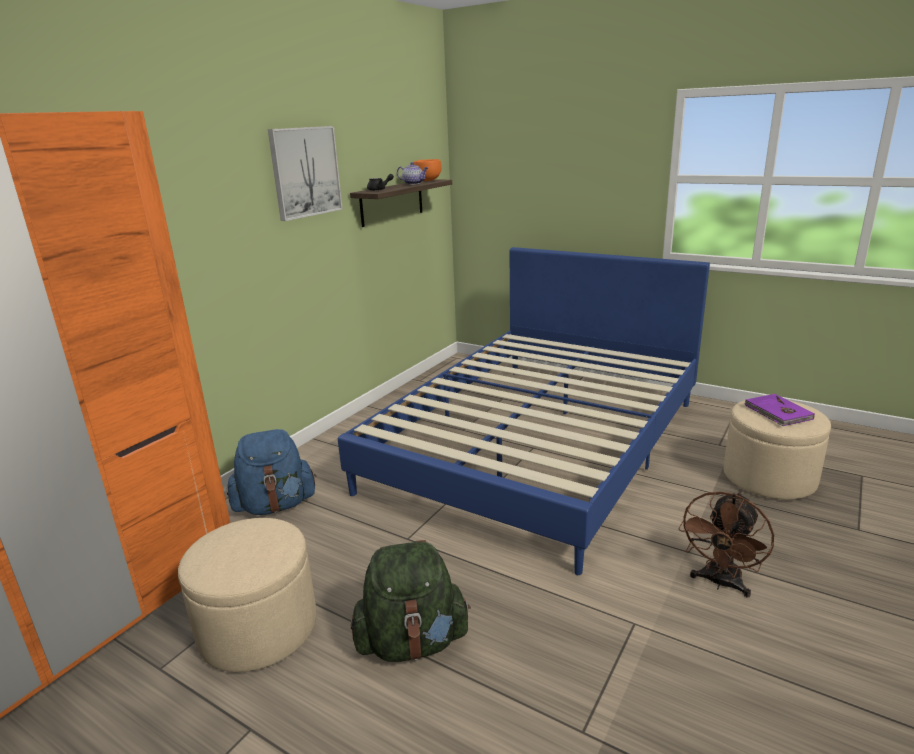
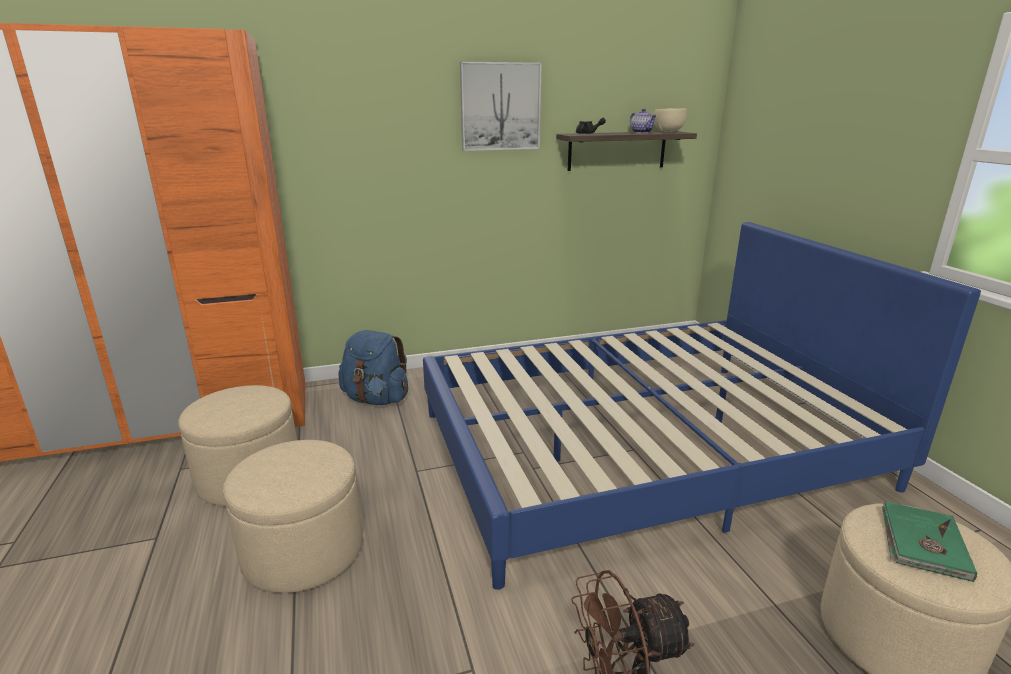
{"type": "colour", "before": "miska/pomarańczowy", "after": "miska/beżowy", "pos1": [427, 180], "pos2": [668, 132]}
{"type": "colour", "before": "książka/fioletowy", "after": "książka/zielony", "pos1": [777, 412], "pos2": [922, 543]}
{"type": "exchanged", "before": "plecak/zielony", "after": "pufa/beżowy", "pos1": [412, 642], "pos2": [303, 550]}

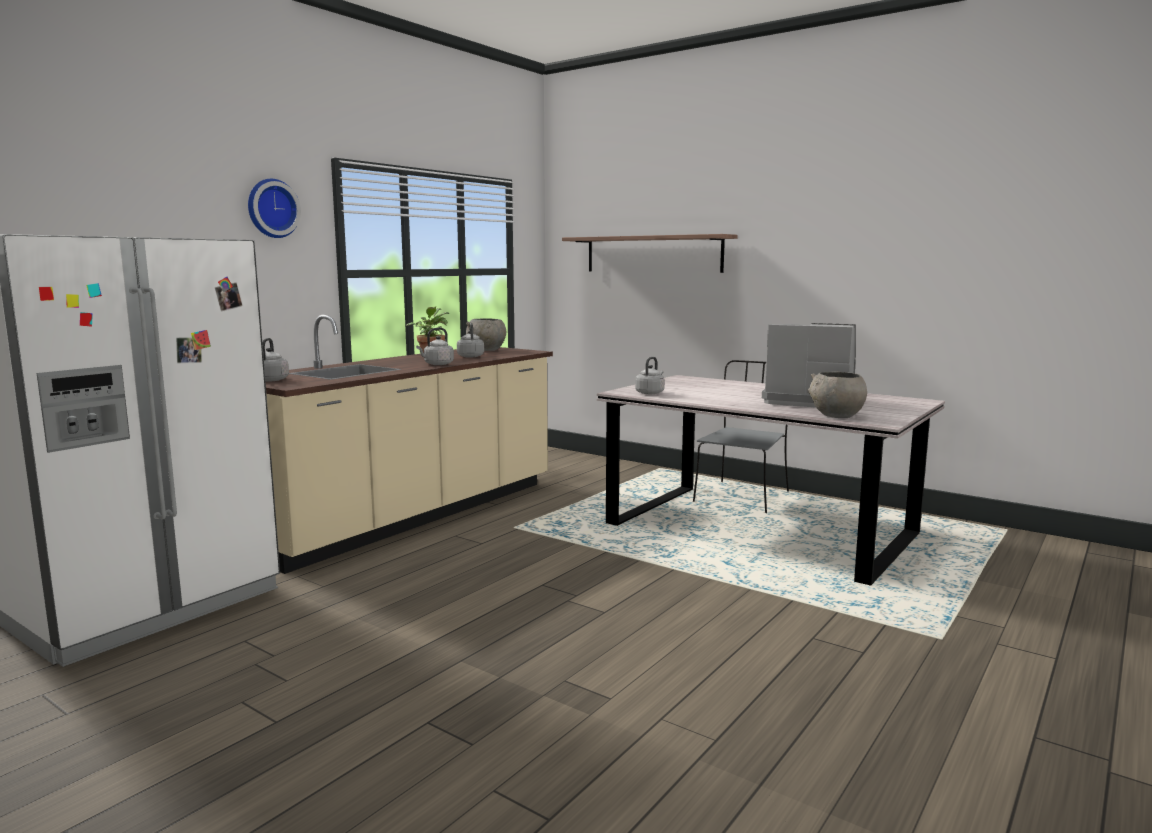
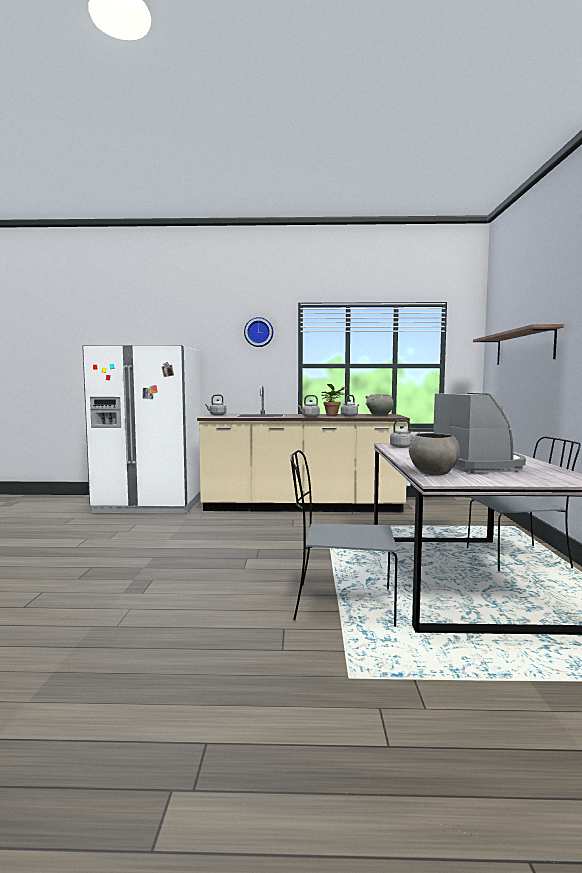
{"type": "appeared", "after": "krzesło/szary", "pos2": [341, 605]}

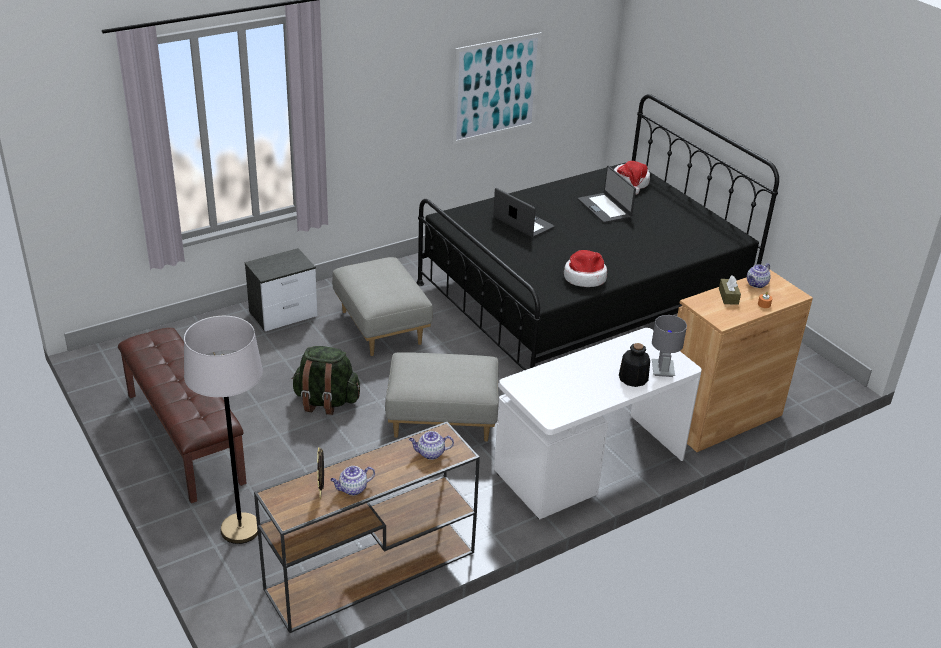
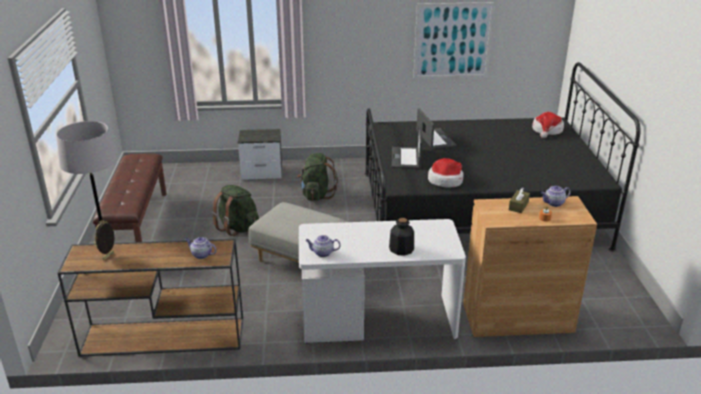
{"type": "relocated", "before": "laptop", "pos1": [605, 208], "pos2": [406, 158]}
{"type": "exchanged", "before": "pufa/szary", "after": "plecak/zielony", "pos1": [382, 328], "pos2": [316, 195]}
{"type": "missing", "before": "lampa stołowa/szary", "pos1": [662, 369]}
{"type": "relocated", "before": "imbryk", "pos1": [352, 489], "pos2": [322, 253]}

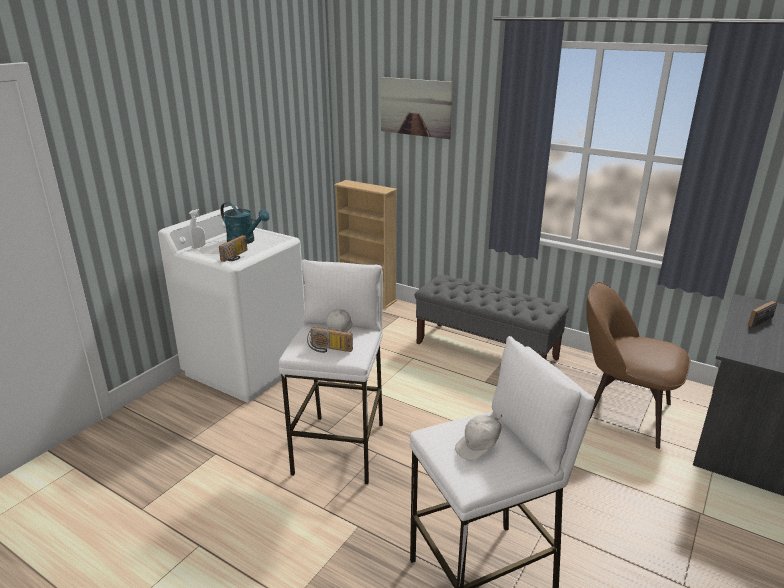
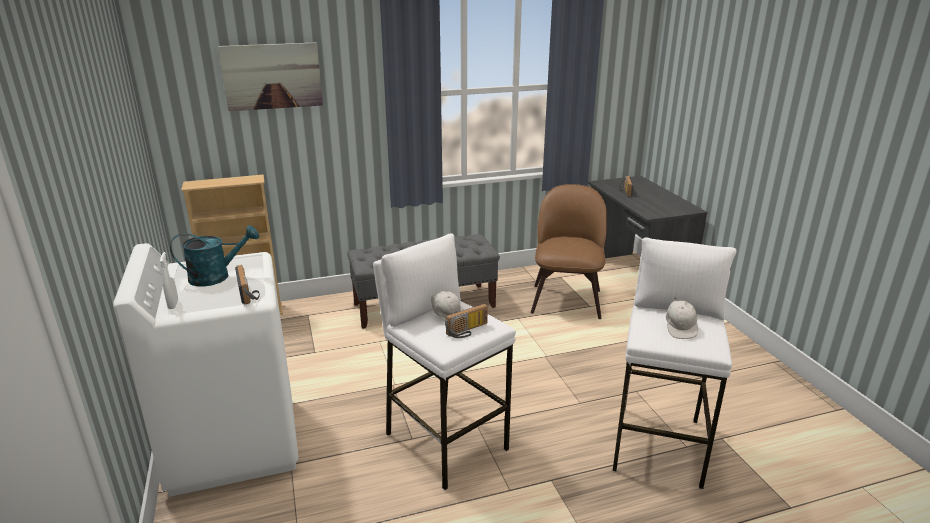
{"type": "spun", "before": "krzesło/brązowy", "pos1": [622, 412], "pos2": [566, 299], "turn": 120}

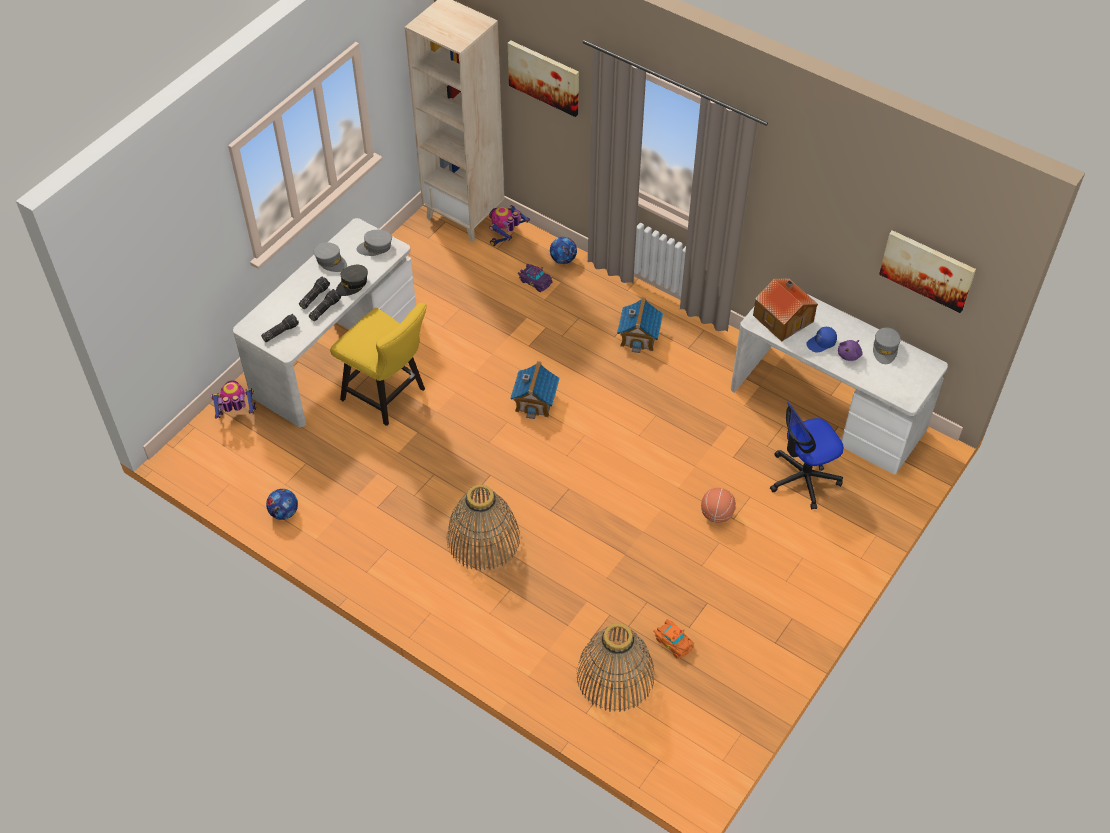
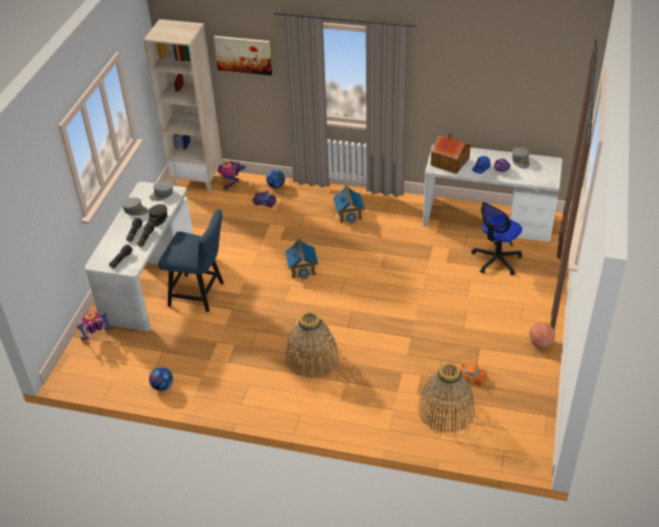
{"type": "missing", "before": "obraz", "pos1": [927, 270]}
{"type": "colour", "before": "krzesło/żółty", "after": "krzesło/niebieski", "pos1": [388, 396], "pos2": [200, 294]}
{"type": "relocated", "before": "piłka do koszykówki", "pos1": [716, 514], "pos2": [540, 343]}

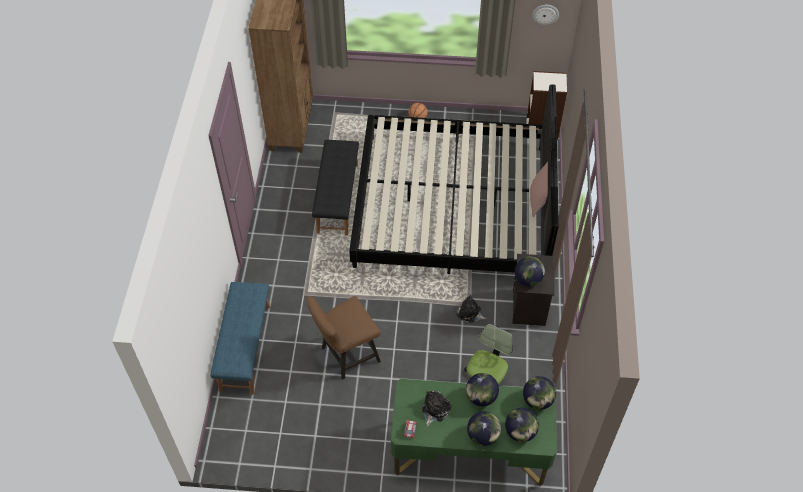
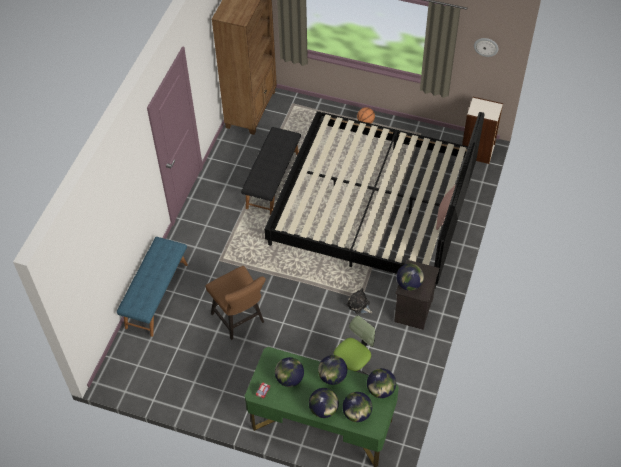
{"type": "spun", "before": "krzesło/brązowy", "pos1": [346, 356], "pos2": [240, 320], "turn": -105}
{"type": "exchanged", "before": "pluszak", "after": "globus", "pos1": [435, 409], "pos2": [289, 379]}

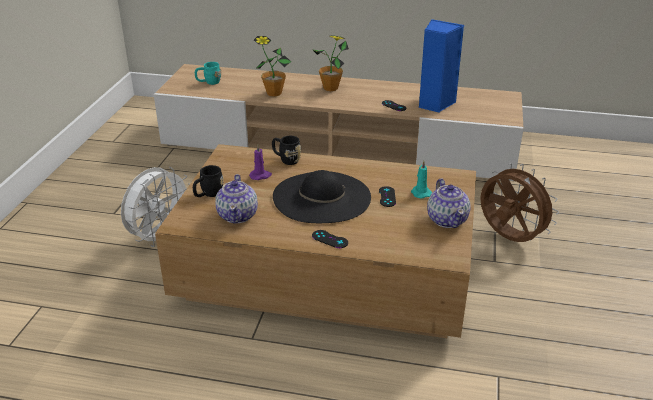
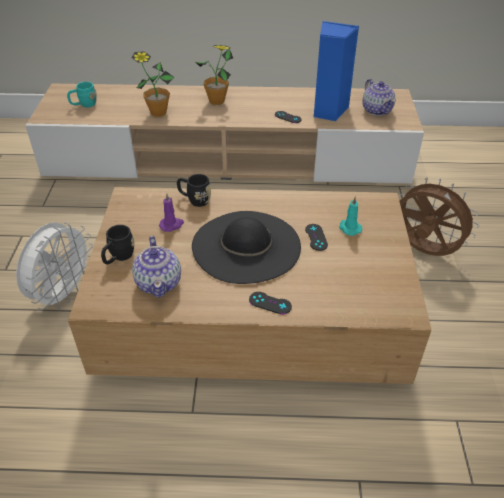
{"type": "relocated", "before": "imbryk", "pos1": [447, 219], "pos2": [377, 110]}

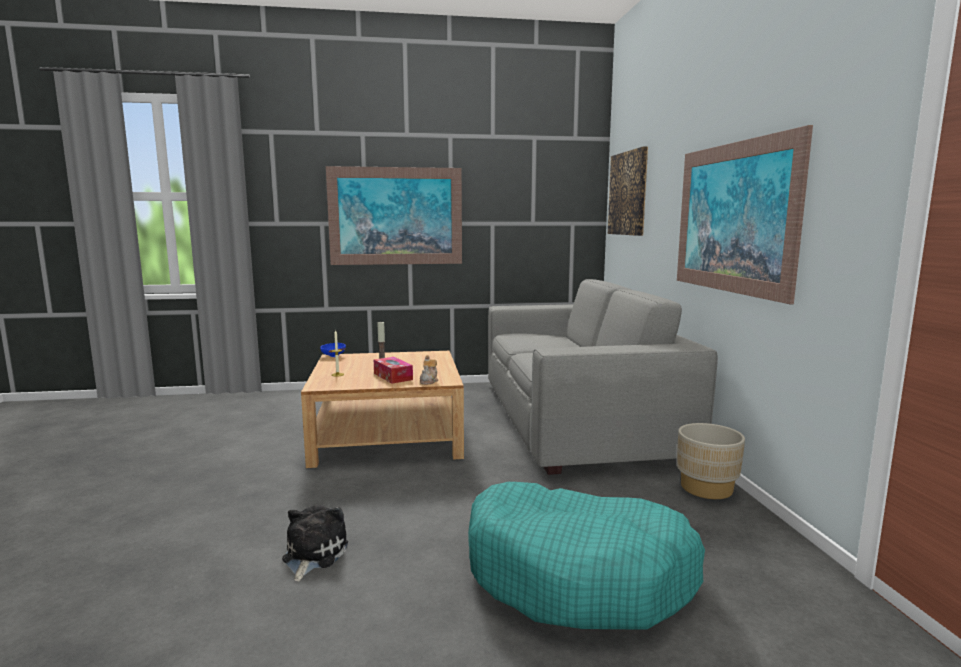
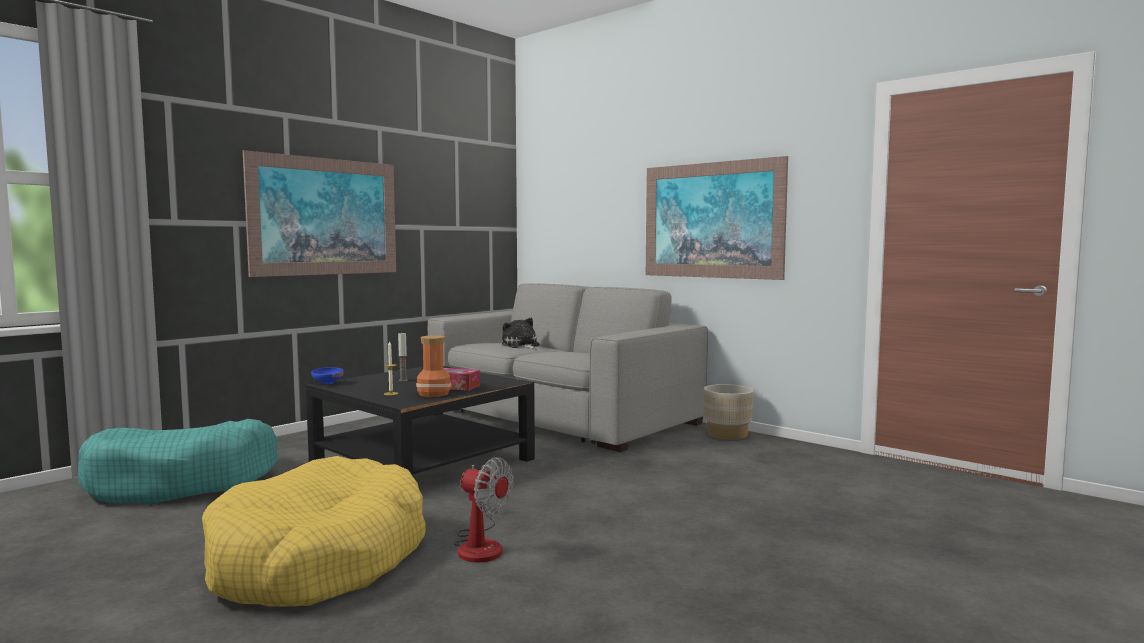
{"type": "missing", "before": "obraz", "pos1": [628, 193]}
{"type": "colour", "before": "ława/beżowy", "after": "ława/czarny", "pos1": [387, 435], "pos2": [422, 461]}
{"type": "missing", "before": "imbryk", "pos1": [429, 381]}
{"type": "relocated", "before": "legowisko/turkusowy", "pos1": [578, 575], "pos2": [183, 482]}
{"type": "relocated", "before": "pluszak", "pos1": [313, 554], "pos2": [521, 346]}
{"type": "appeared", "after": "wazon", "pos2": [433, 394]}
{"type": "appeared", "after": "legowisko/żółty", "pos2": [319, 559]}
{"type": "appeared", "after": "wentylator", "pos2": [480, 545]}

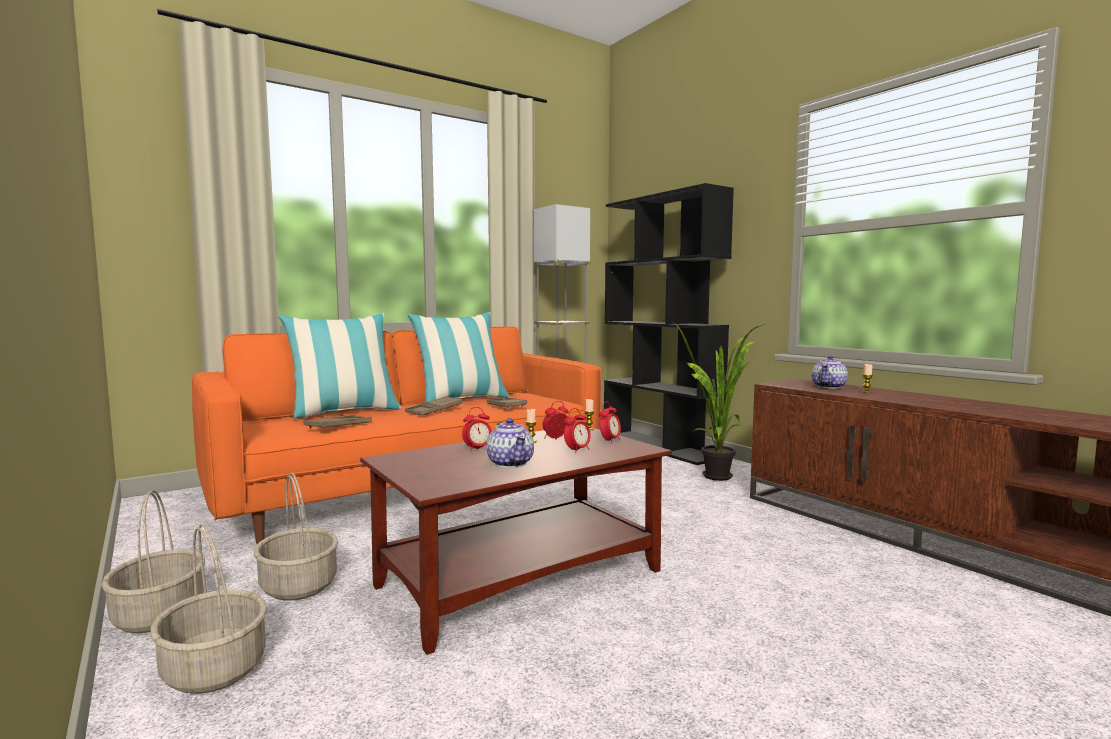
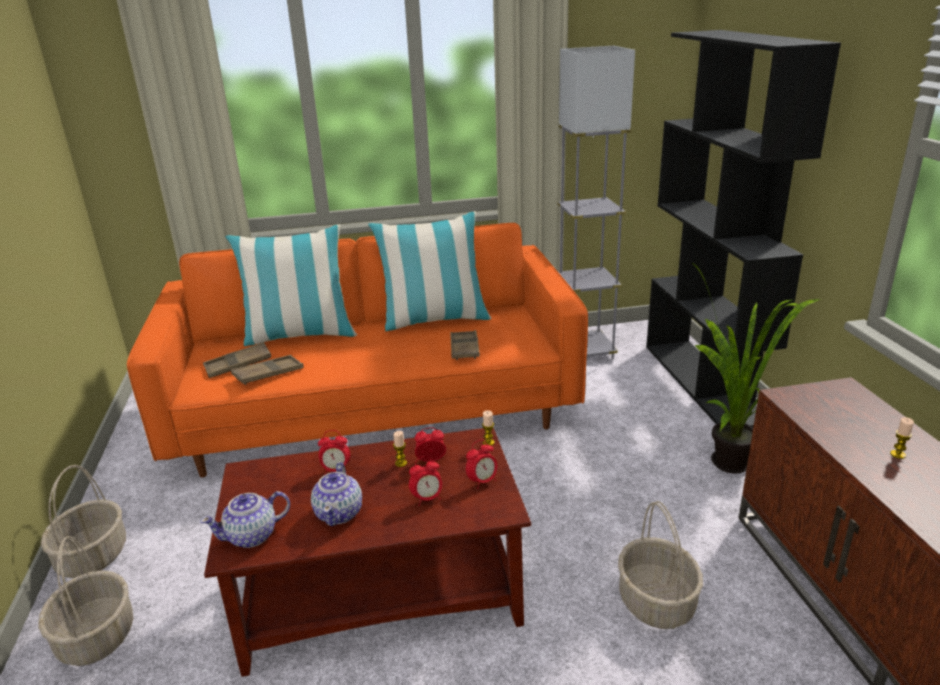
{"type": "relocated", "before": "imbryk", "pos1": [829, 387], "pos2": [252, 536]}
{"type": "relocated", "before": "taca/brązowy", "pos1": [434, 410], "pos2": [238, 365]}
{"type": "relocated", "before": "koszyk", "pos1": [299, 586], "pos2": [657, 603]}

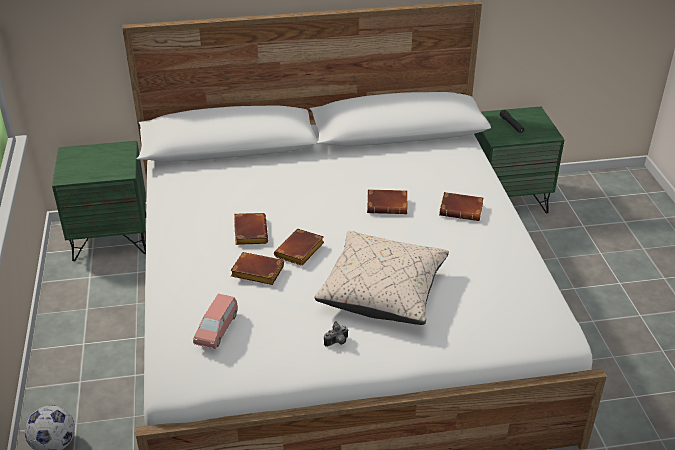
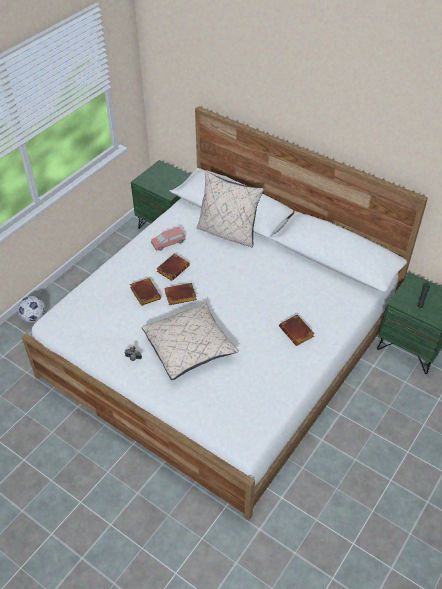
{"type": "missing", "before": "książka/brązowy", "pos1": [388, 205]}
{"type": "relocated", "before": "samochodzik/różowy", "pos1": [217, 329], "pos2": [168, 243]}
{"type": "appeared", "after": "poduszka/beżowy", "pos2": [228, 233]}

